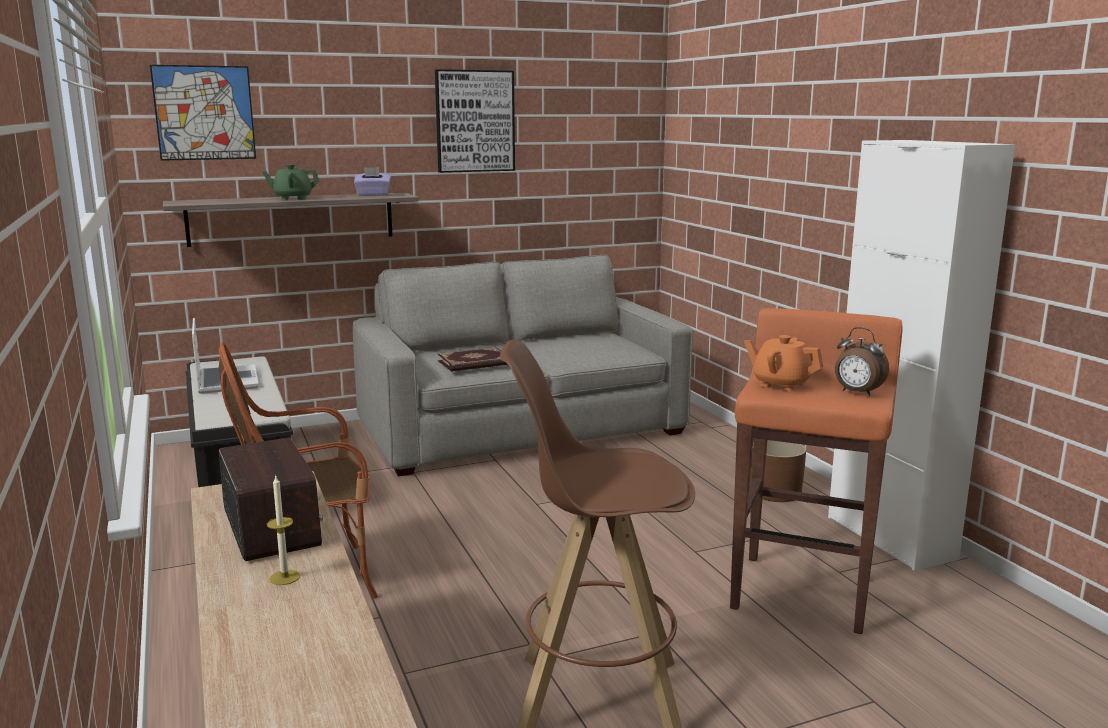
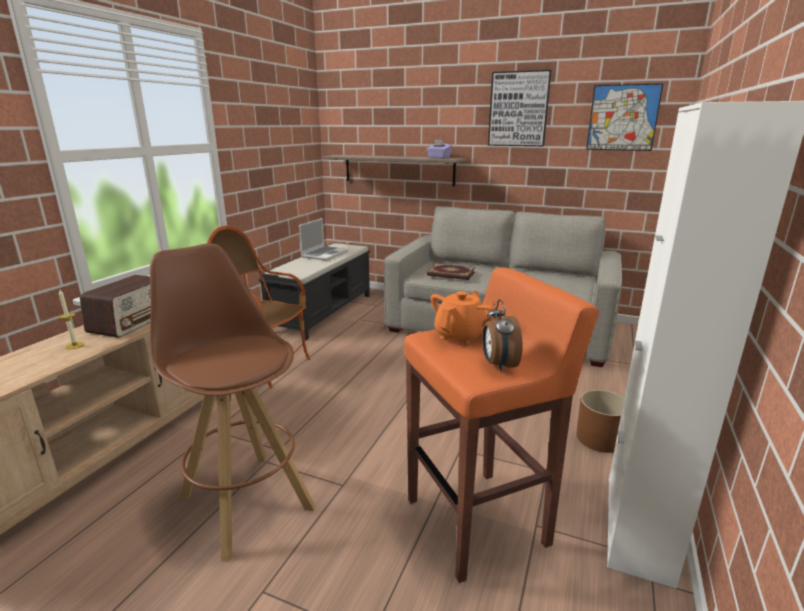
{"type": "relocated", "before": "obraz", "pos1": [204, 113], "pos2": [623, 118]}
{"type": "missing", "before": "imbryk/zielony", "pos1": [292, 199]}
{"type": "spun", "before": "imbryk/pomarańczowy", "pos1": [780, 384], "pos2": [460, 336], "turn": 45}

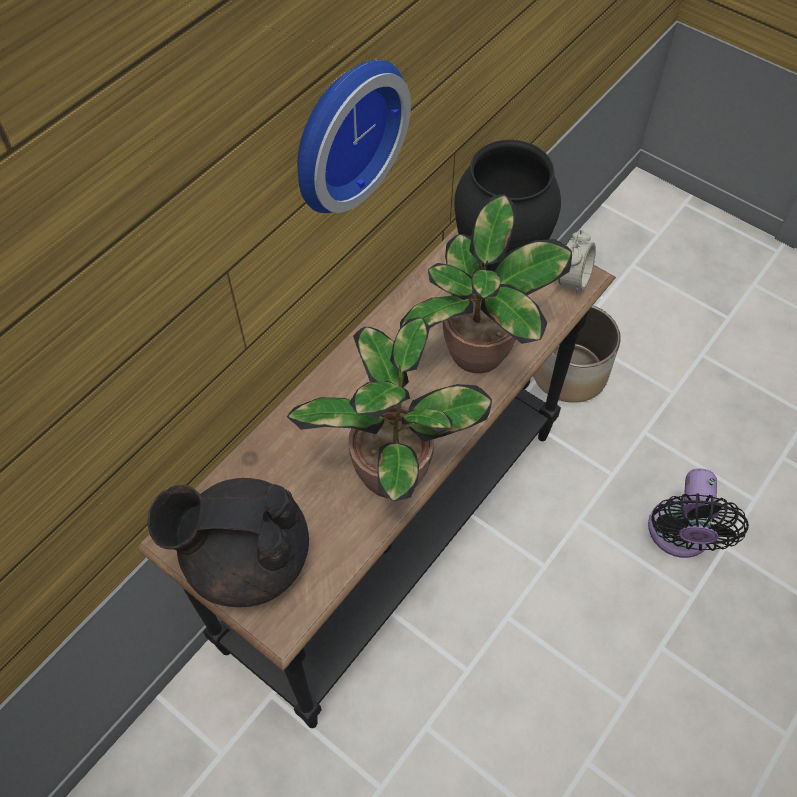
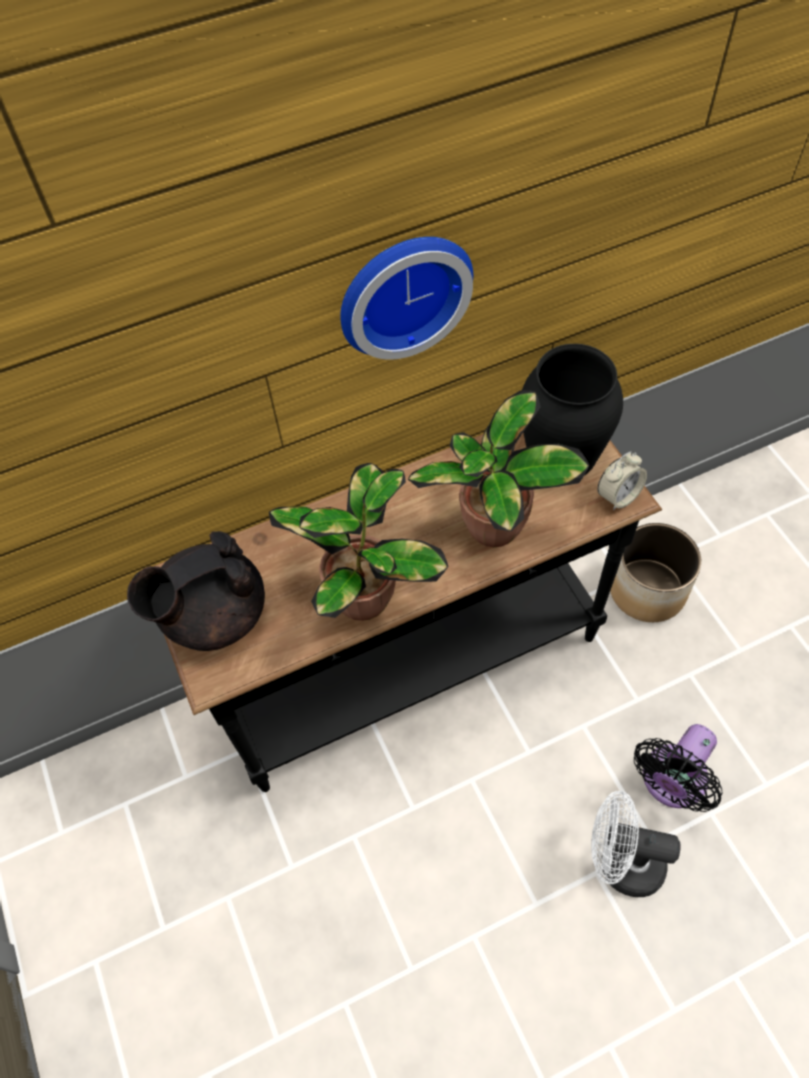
{"type": "spun", "before": "imbryk/czarny", "pos1": [245, 558], "pos2": [213, 615], "turn": -60}
{"type": "appeared", "after": "wentylator/biały", "pos2": [620, 862]}

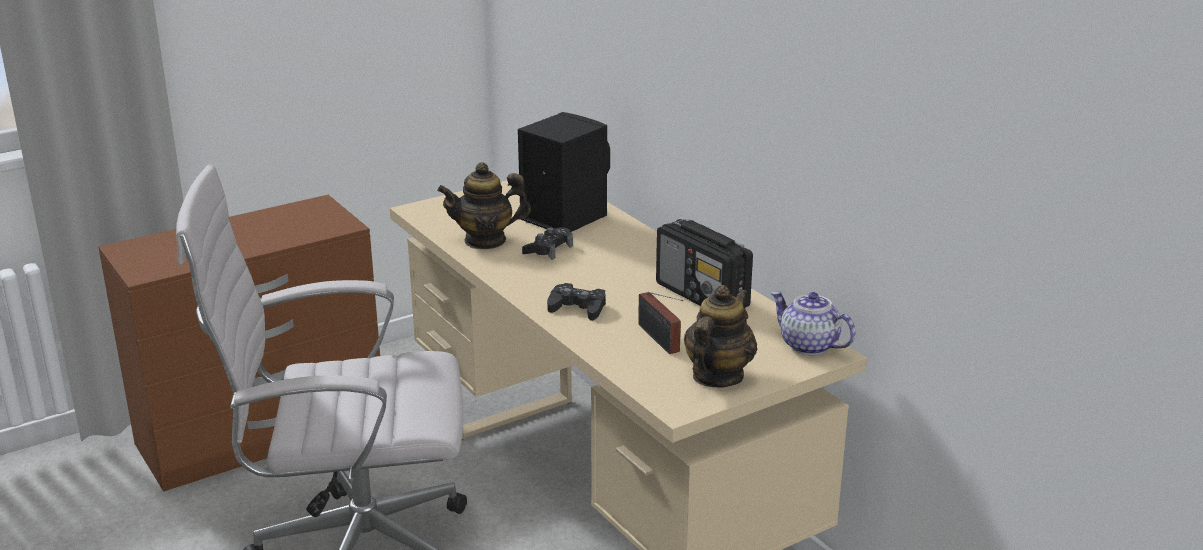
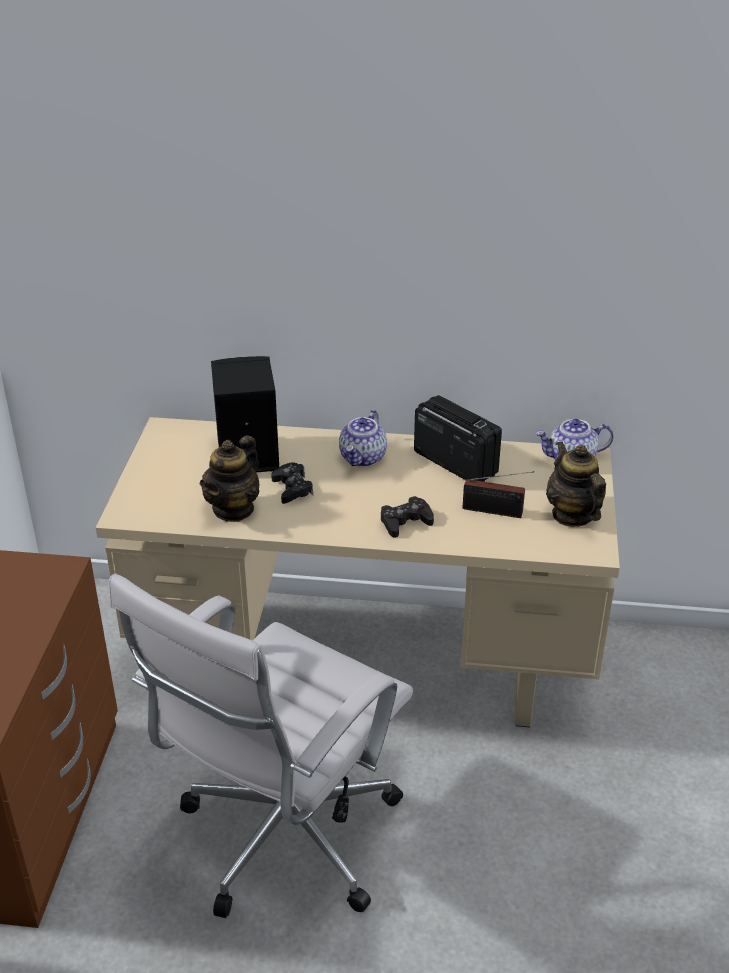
{"type": "spun", "before": "radio", "pos1": [702, 296], "pos2": [454, 462], "turn": -135}
{"type": "appeared", "after": "imbryk", "pos2": [363, 458]}

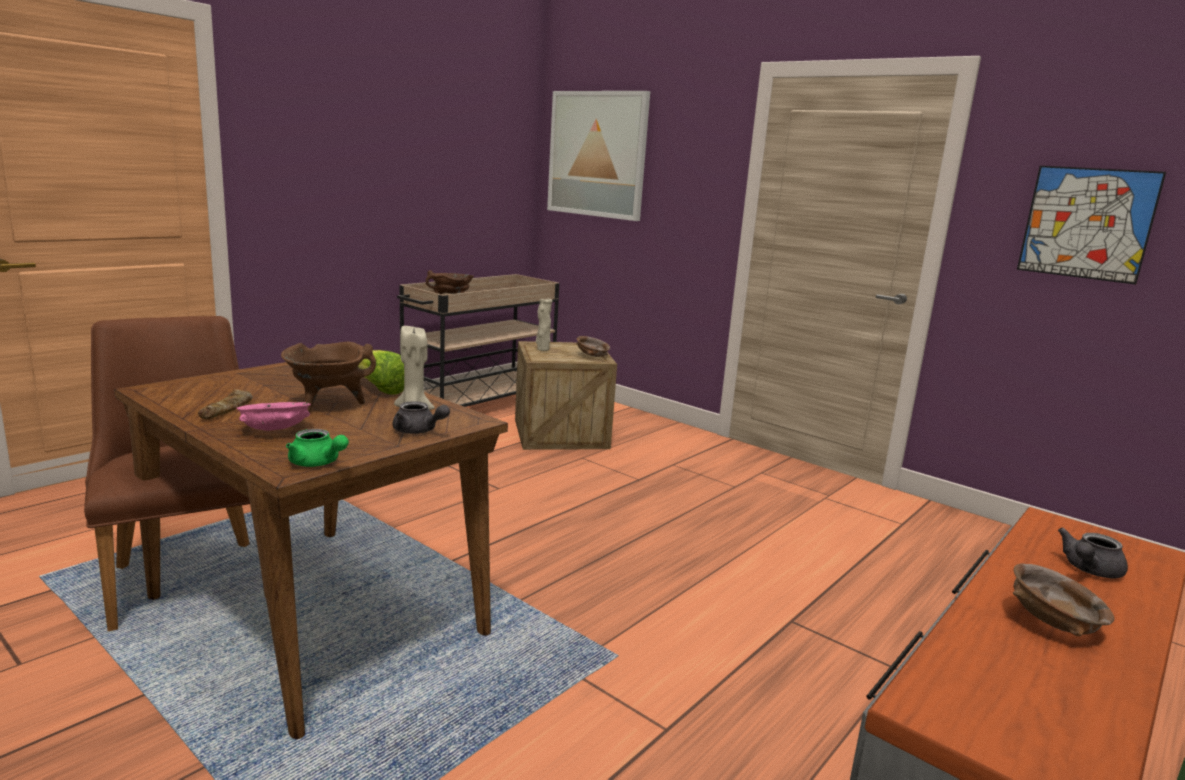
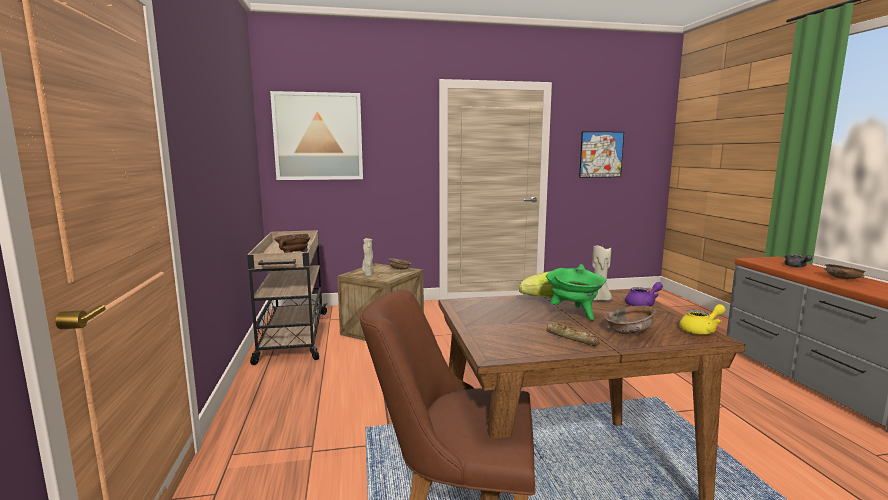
{"type": "colour", "before": "garnek/brązowy", "after": "garnek/zielony", "pos1": [328, 404], "pos2": [574, 314]}
{"type": "colour", "before": "imbryk/szary", "after": "imbryk/fioletowy", "pos1": [418, 431], "pos2": [643, 304]}
{"type": "colour", "before": "miska/różowy", "after": "miska/brązowy", "pos1": [276, 430], "pos2": [629, 331]}
{"type": "colour", "before": "imbryk/zielony", "after": "imbryk/żółty", "pos1": [317, 463], "pos2": [701, 330]}

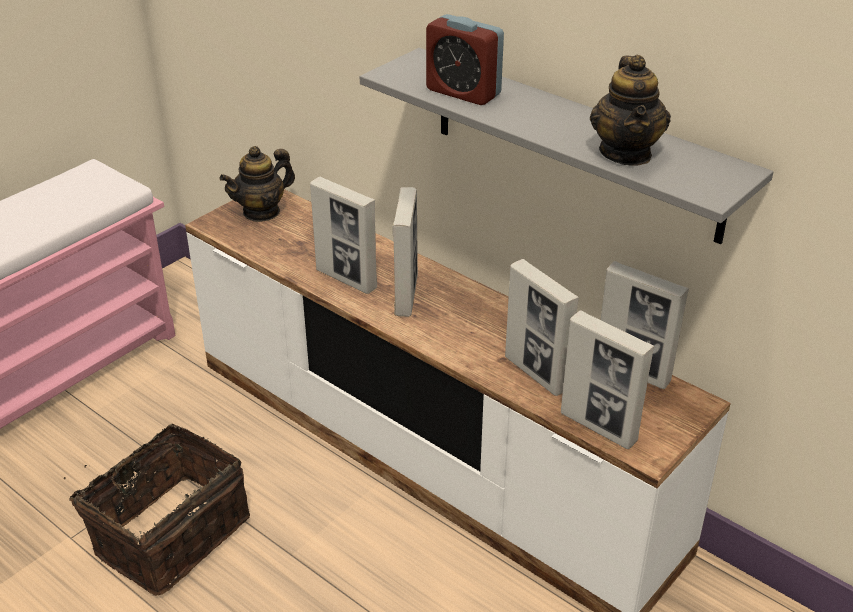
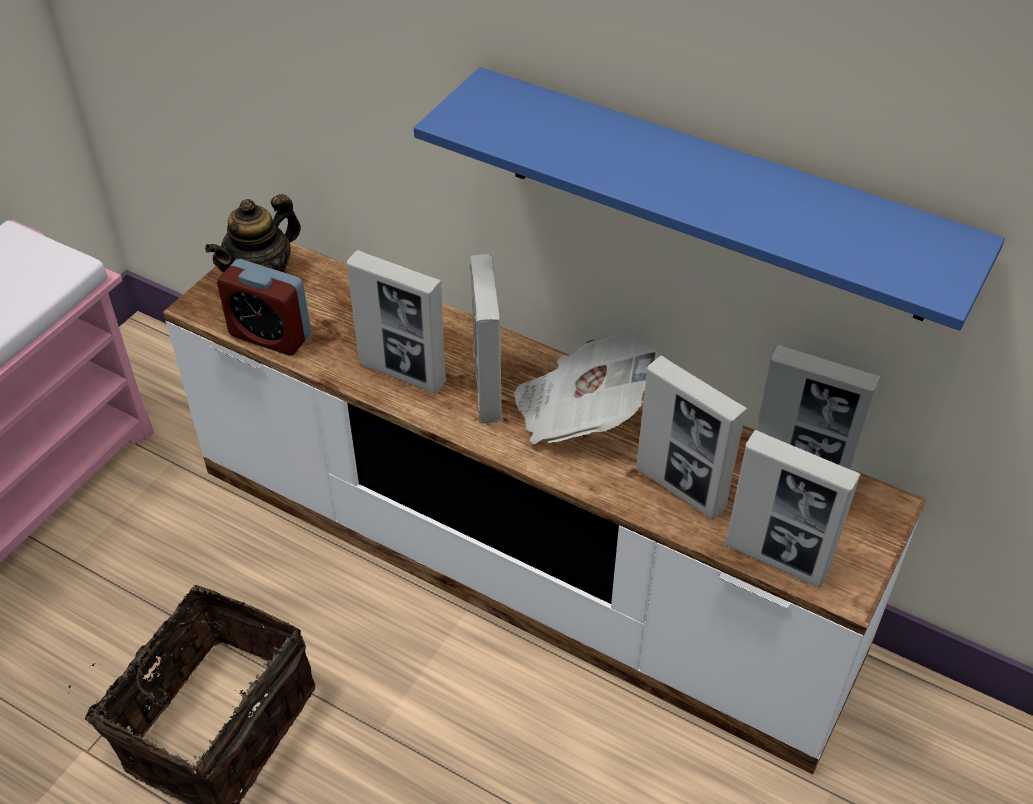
{"type": "relocated", "before": "budzik", "pos1": [463, 92], "pos2": [270, 335]}
{"type": "colour", "before": "półka/szary", "after": "półka/niebieski", "pos1": [574, 143], "pos2": [715, 195]}
{"type": "missing", "before": "imbryk", "pos1": [626, 153]}
{"type": "appeared", "after": "gazeta", "pos2": [581, 413]}

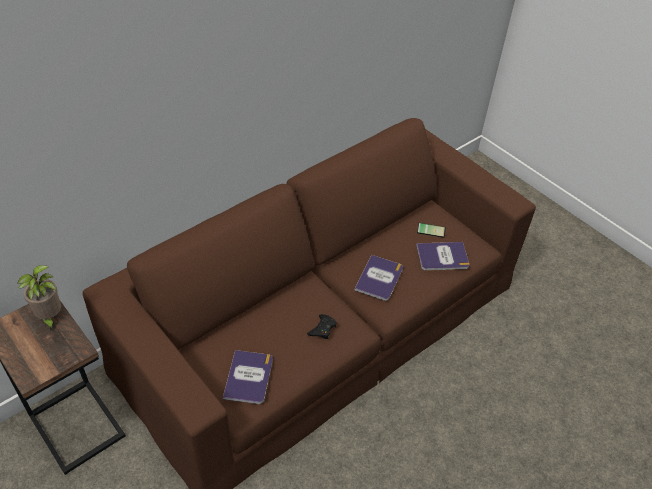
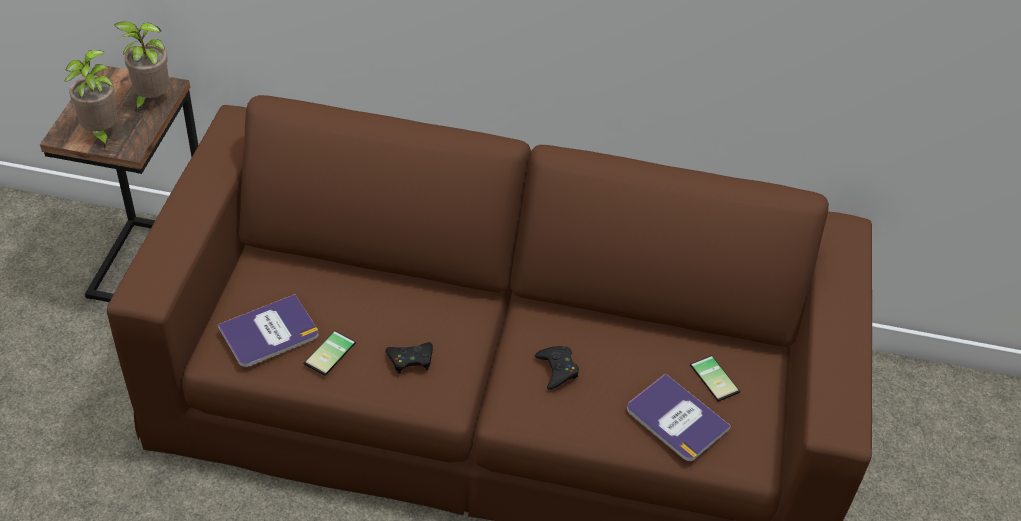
{"type": "exchanged", "before": "książka", "after": "pad do gier/czarny", "pos1": [379, 278], "pos2": [557, 369]}
{"type": "appeared", "after": "roślina doniczkowa", "pos2": [101, 134]}
{"type": "appeared", "after": "telefon", "pos2": [332, 354]}

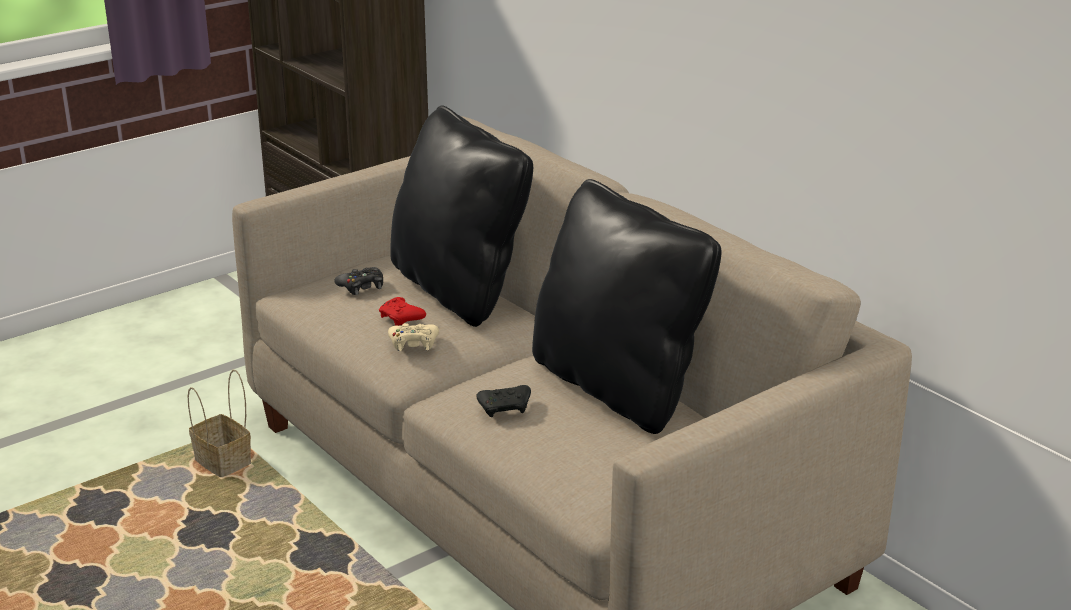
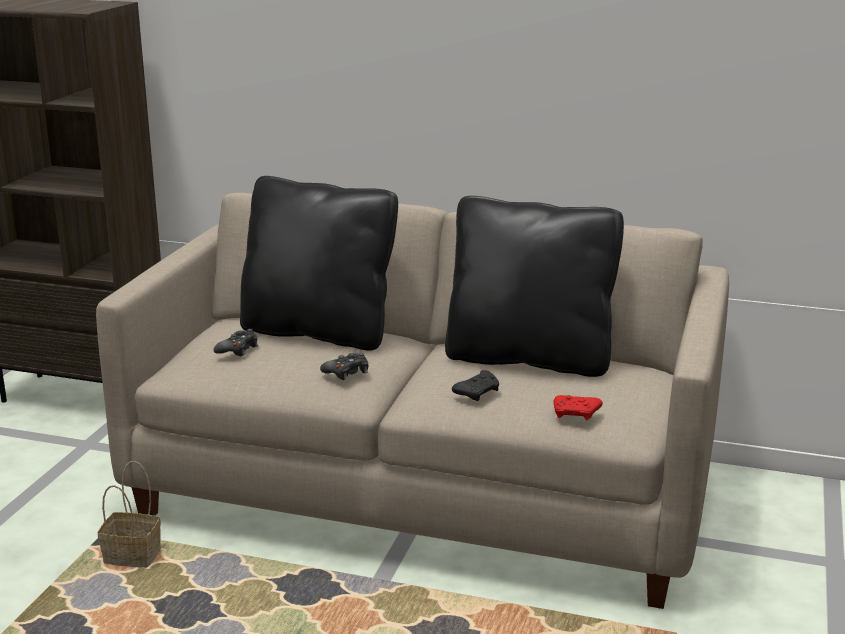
{"type": "relocated", "before": "pad do gier/czerwony", "pos1": [401, 319], "pos2": [576, 414]}
{"type": "colour", "before": "pad do gier/beżowy", "after": "pad do gier/czarny", "pos1": [413, 343], "pos2": [347, 372]}

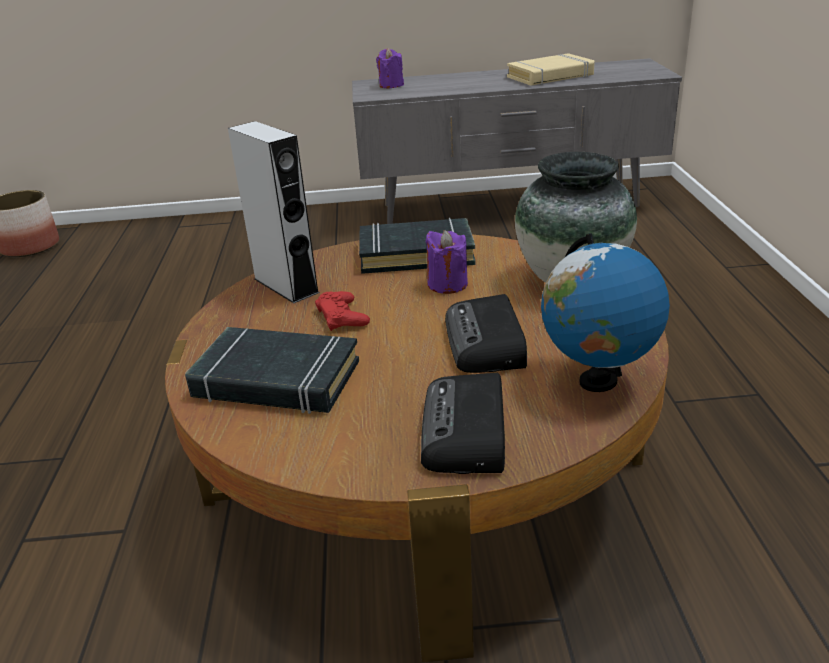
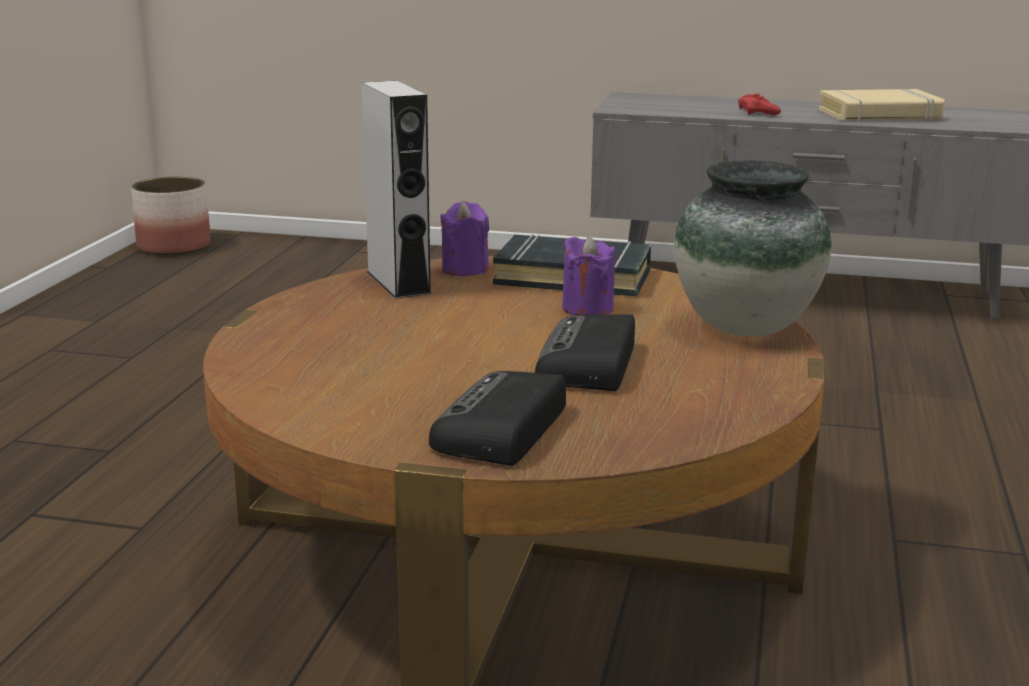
{"type": "relocated", "before": "świeca/fioletowy", "pos1": [391, 85], "pos2": [465, 269]}
{"type": "missing", "before": "globus", "pos1": [597, 382]}
{"type": "relocated", "before": "pad do gier/czerwony", "pos1": [342, 316], "pos2": [758, 111]}
{"type": "missing", "before": "książka/czarny", "pos1": [276, 380]}

